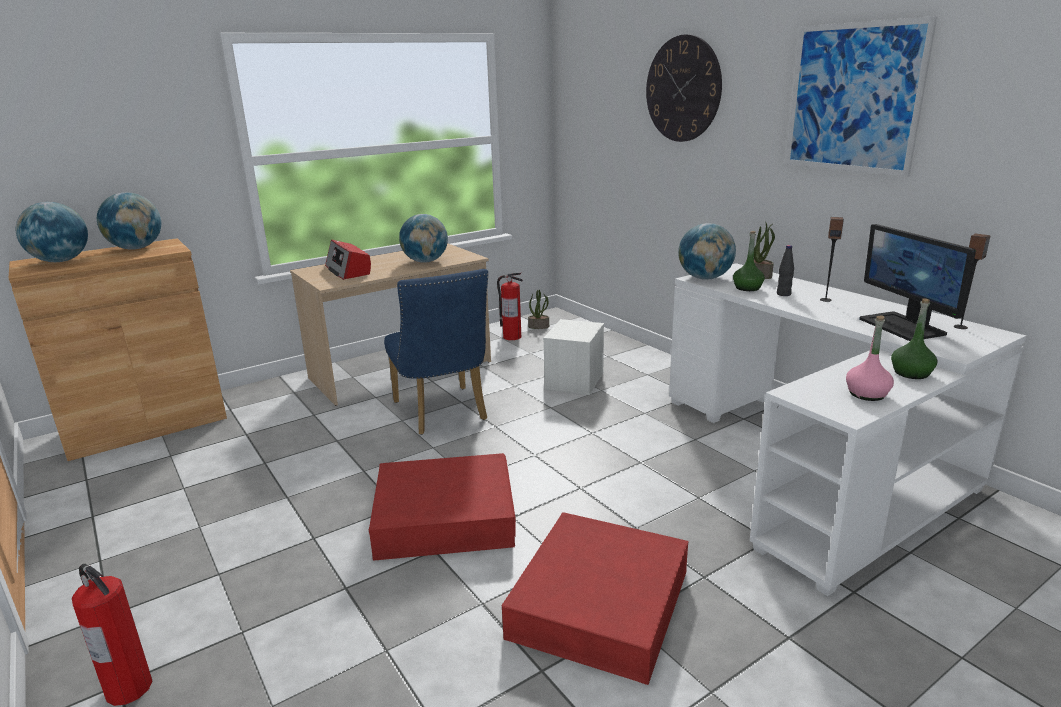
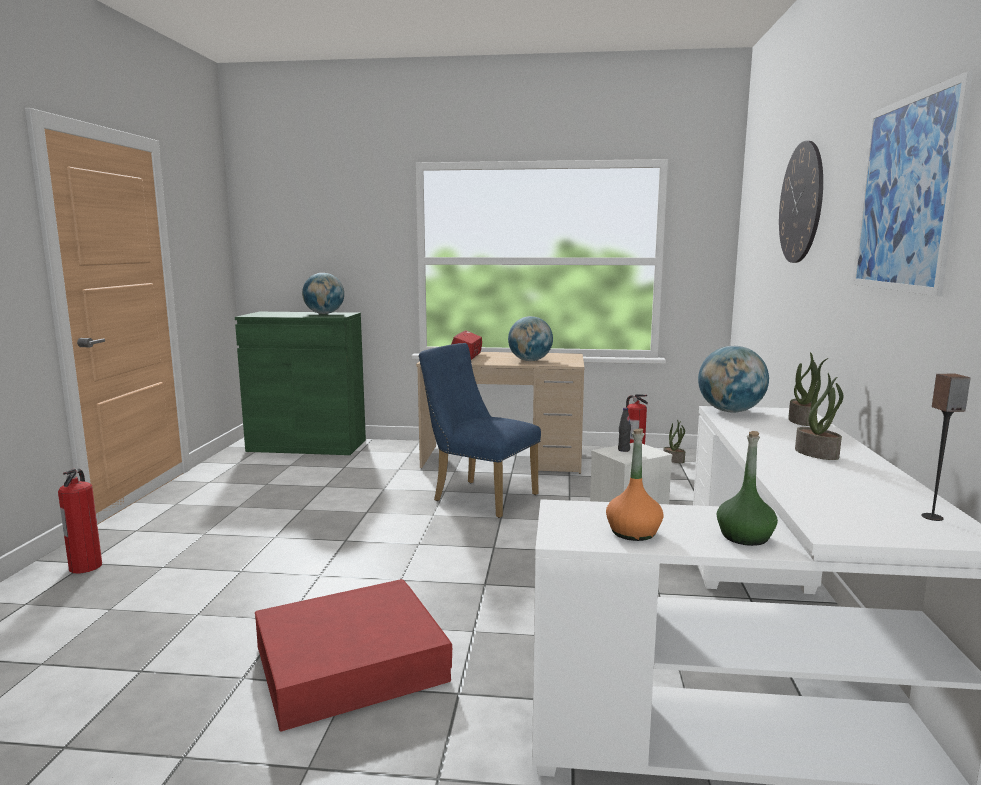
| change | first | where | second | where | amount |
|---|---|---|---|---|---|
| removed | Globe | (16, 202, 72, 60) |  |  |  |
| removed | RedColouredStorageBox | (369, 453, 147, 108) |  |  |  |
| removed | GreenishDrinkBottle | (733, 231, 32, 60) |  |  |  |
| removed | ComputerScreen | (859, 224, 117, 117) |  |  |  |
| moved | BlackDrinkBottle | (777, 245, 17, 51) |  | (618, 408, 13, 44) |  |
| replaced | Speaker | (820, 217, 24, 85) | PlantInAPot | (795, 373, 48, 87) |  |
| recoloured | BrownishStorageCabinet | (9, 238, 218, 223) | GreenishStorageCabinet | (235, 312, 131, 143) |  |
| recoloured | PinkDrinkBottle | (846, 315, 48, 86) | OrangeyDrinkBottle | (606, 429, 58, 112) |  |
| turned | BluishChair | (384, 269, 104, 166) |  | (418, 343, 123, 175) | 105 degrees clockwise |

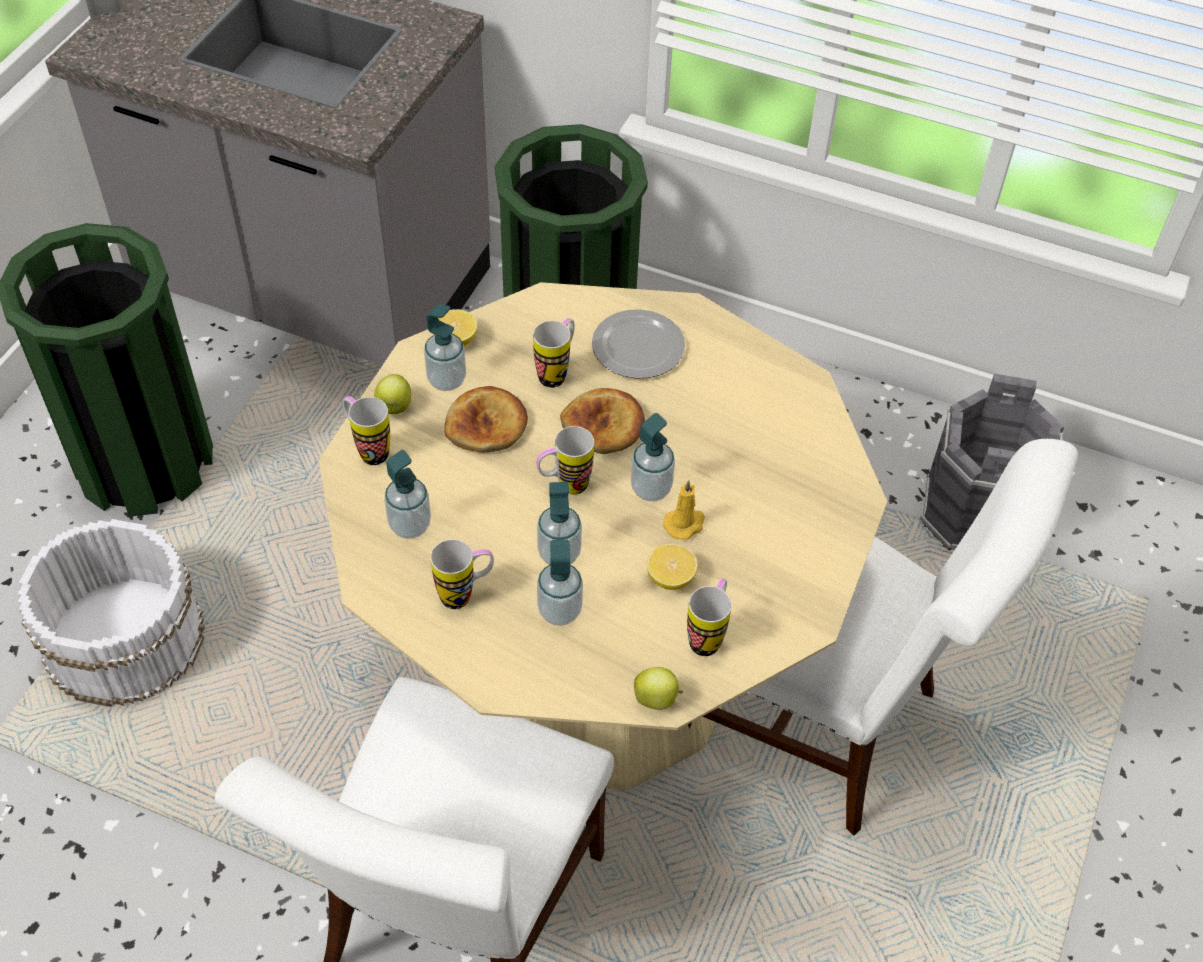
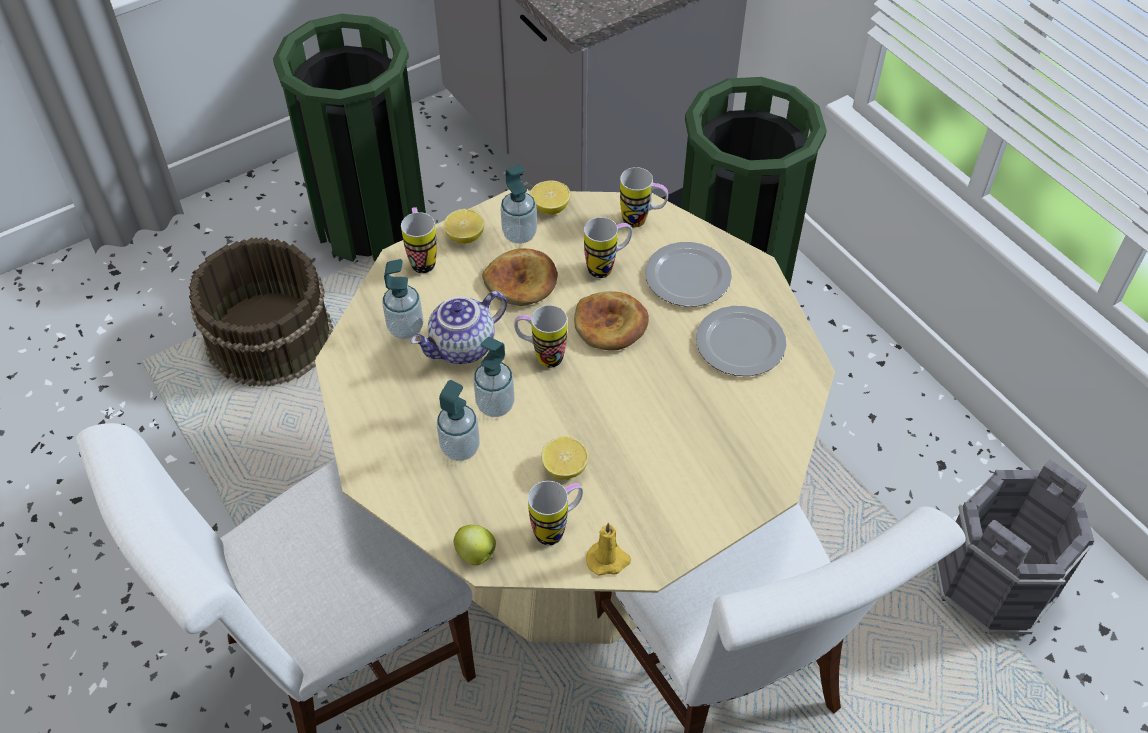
| change | first | where | second | where | amount |
|---|---|---|---|---|---|
| removed | SoapBottle | (631, 413, 44, 88) |  |  |  |
| added |  |  | PotForTea | (410, 291, 97, 73) |  |
| added |  |  | Plate | (696, 306, 91, 70) |  |
| moved | CoffeeMug | (430, 539, 64, 70) |  | (620, 167, 48, 61) |  |
| moved | YellowColouredWaxLight | (663, 480, 42, 60) |  | (586, 523, 45, 52) |  |
| replaced | Apple | (374, 374, 37, 40) | WholeLemon | (443, 209, 41, 35) |  |
| recoloured | WhitishPail | (18, 519, 187, 188) | BrownishPail | (189, 237, 144, 150) |  |

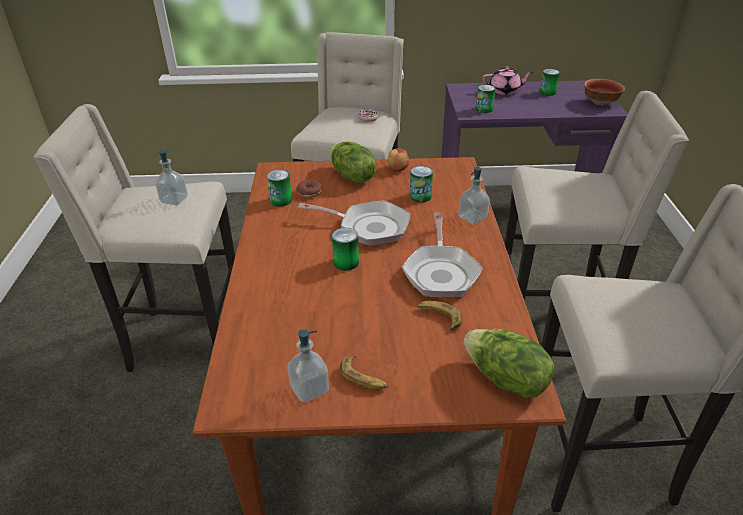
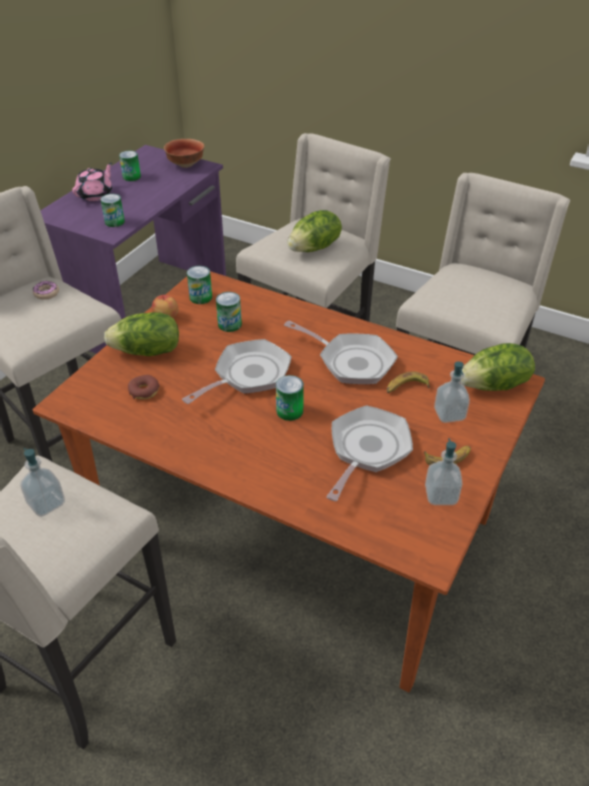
| change | first | where | second | where | amount |
|---|---|---|---|---|---|
| added |  |  | Lettuce | (288, 210, 54, 42) |  |
| added |  |  | Pan | (326, 405, 87, 96) |  |
| moved | Can | (267, 169, 25, 38) |  | (187, 266, 25, 38) |  |
| moved | SoapBottle | (458, 167, 32, 57) |  | (434, 361, 36, 62) |  |

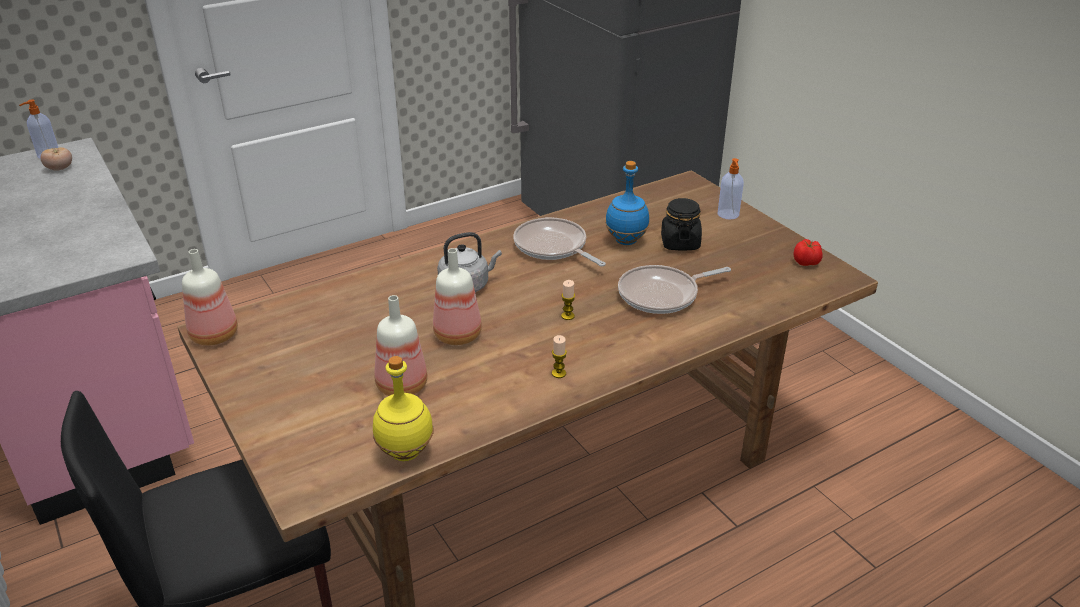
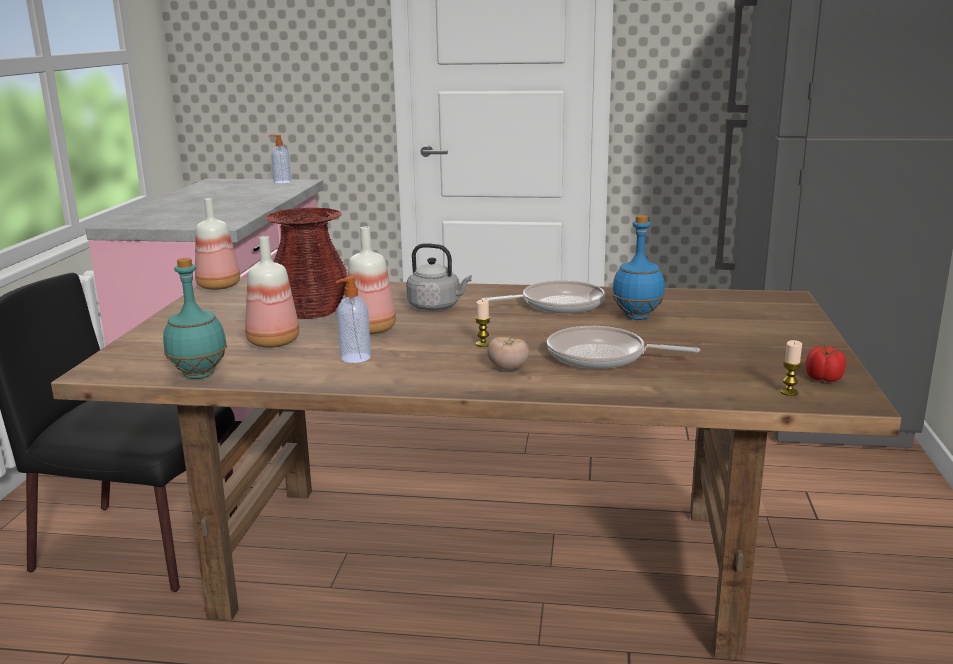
| change | first | where | second | where | amount |
|---|---|---|---|---|---|
| removed | BlackPreserveJar | (661, 198, 41, 52) |  |  |  |
| added |  |  | RedColouredVase | (265, 208, 82, 111) |  |
| moved | Tomato | (40, 147, 32, 23) |  | (487, 337, 42, 33) |  |
| moved | WaxLight | (552, 335, 15, 43) |  | (780, 340, 22, 56) |  |
| moved | SoapBottle | (717, 158, 27, 61) |  | (336, 276, 35, 87) |  |
| recoloured | YellowColouredDrinkBottle | (373, 356, 60, 105) | BlueGreenDrinkBottle | (163, 258, 64, 121) |  |
| turned | Pan | (513, 217, 93, 49) |  | (481, 280, 124, 33) | 75 degrees clockwise |

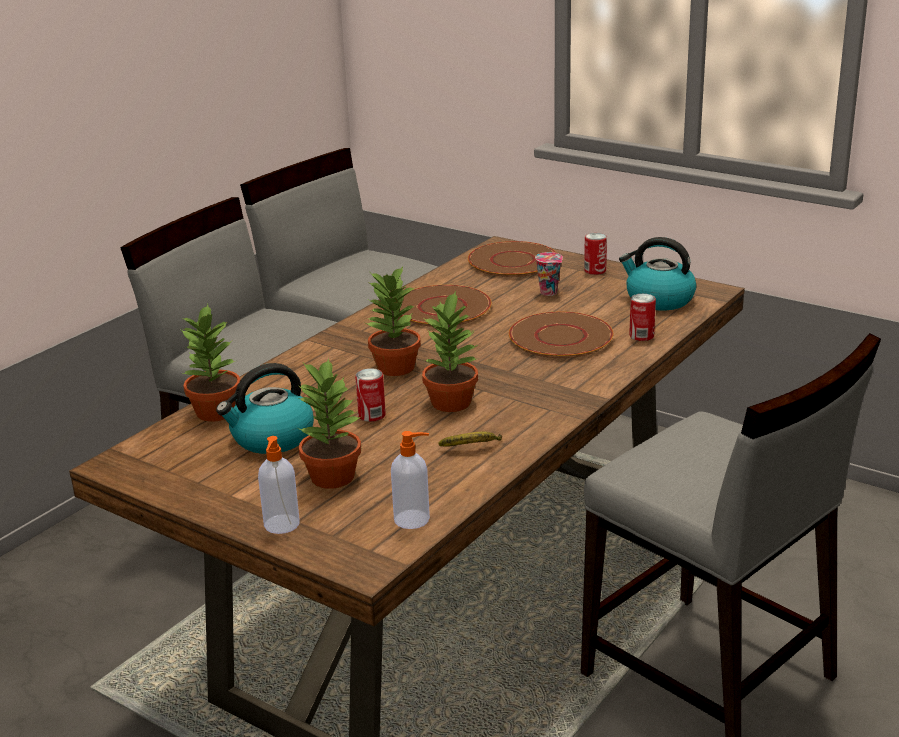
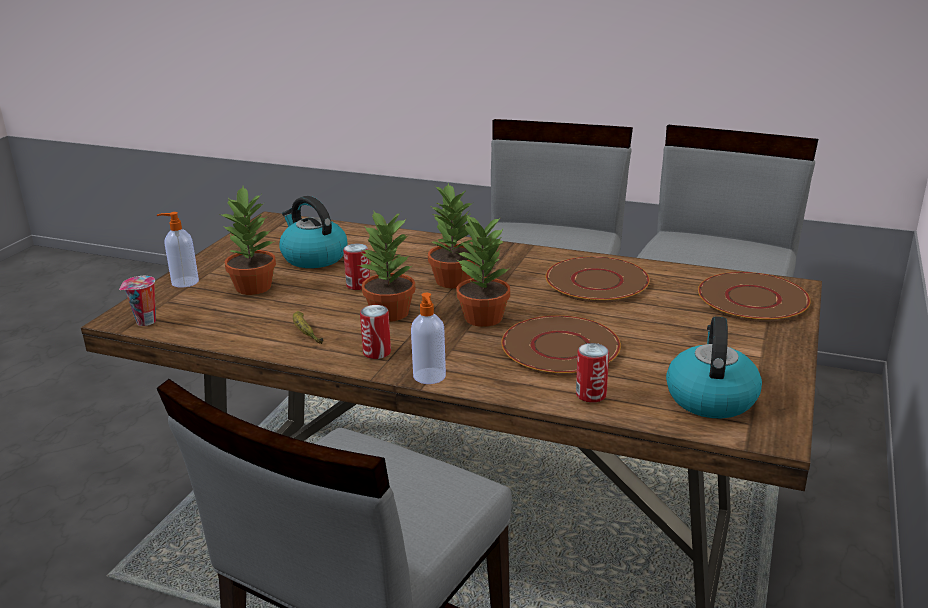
| change | first | where | second | where | amount |
|---|---|---|---|---|---|
| moved | PlantInAPot | (181, 304, 59, 118) |  | (457, 215, 53, 112) |  |
| moved | SoapBottle | (391, 431, 39, 98) |  | (411, 293, 35, 91) |  |
| moved | SmallCup | (535, 252, 28, 44) |  | (119, 276, 37, 50) |  |
| moved | Can | (584, 233, 23, 42) |  | (360, 305, 31, 54) |  |

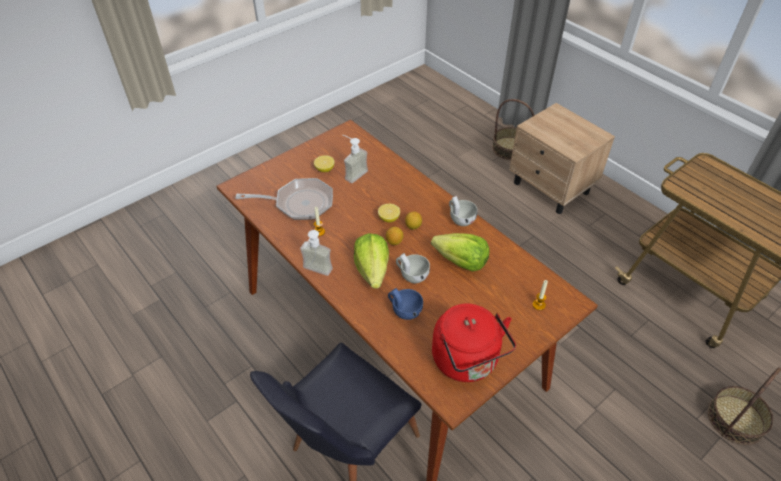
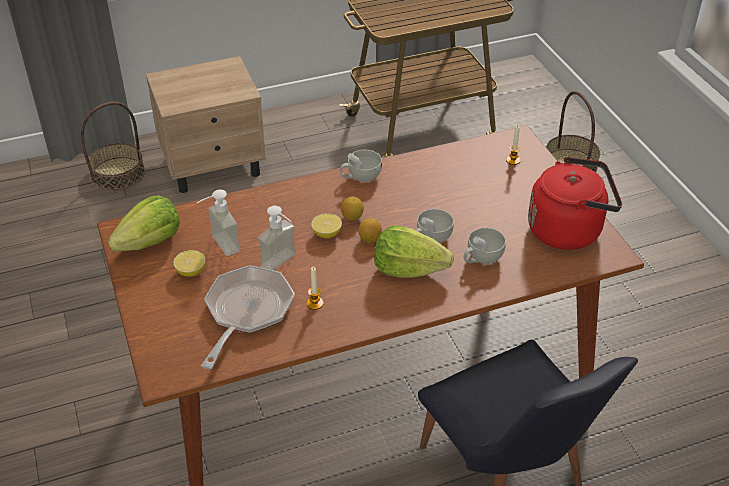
| change | first | where | second | where | amount |
|---|---|---|---|---|---|
| moved | SoapBottle | (300, 230, 33, 46) |  | (258, 206, 38, 64) |  |
| moved | Lettuce | (431, 233, 59, 39) |  | (108, 195, 72, 57) |  |
| recoloured | BluishSmallCup | (388, 288, 35, 32) | WhitishSmallCup | (464, 228, 42, 36) |  |

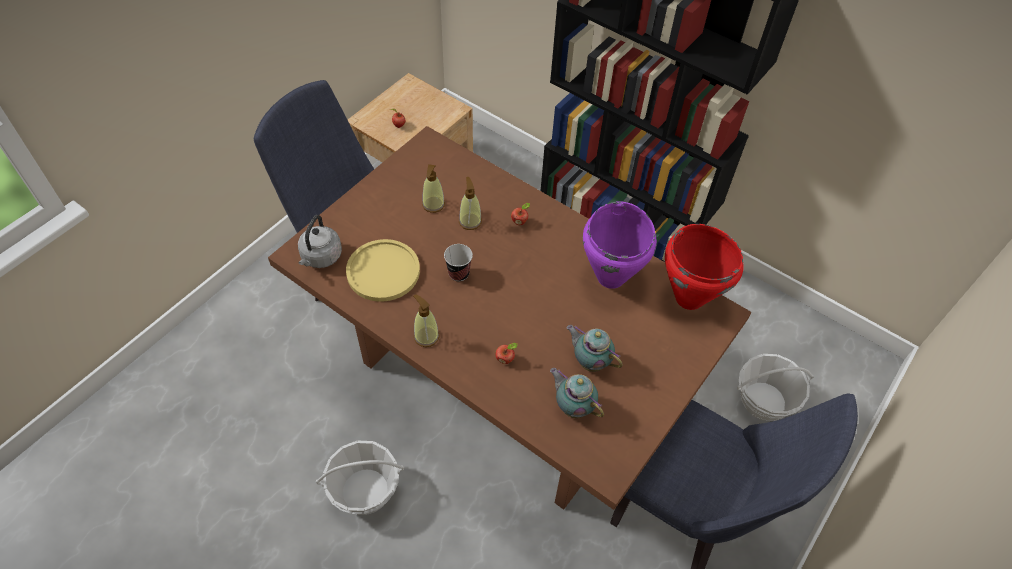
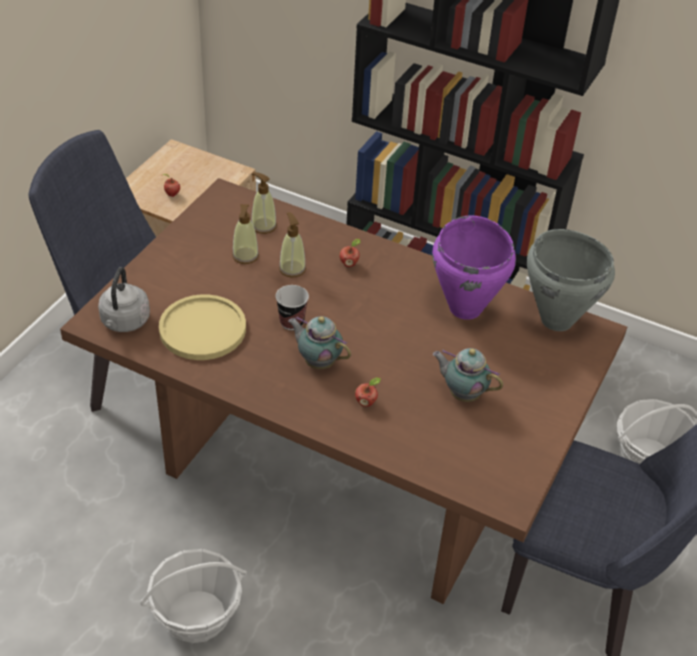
| change | first | where | second | where | amount |
|---|---|---|---|---|---|
| moved | SoapBottle | (413, 294, 27, 53) |  | (252, 172, 25, 62) |  |
| moved | PotForTea | (550, 368, 54, 50) |  | (288, 316, 63, 53) |  |
| recoloured | RedColouredSaucepot | (665, 224, 79, 86) | GreyishSaucepot | (527, 229, 88, 102) |  |

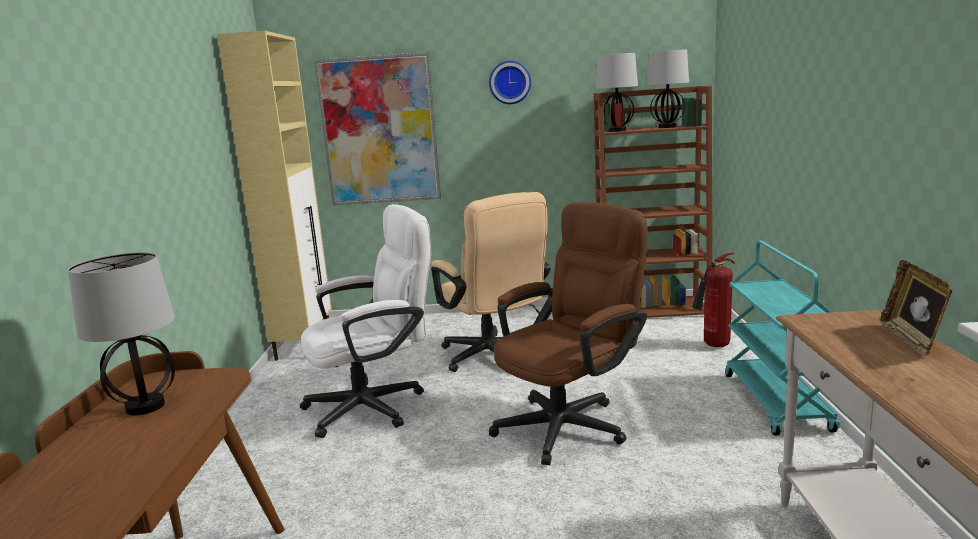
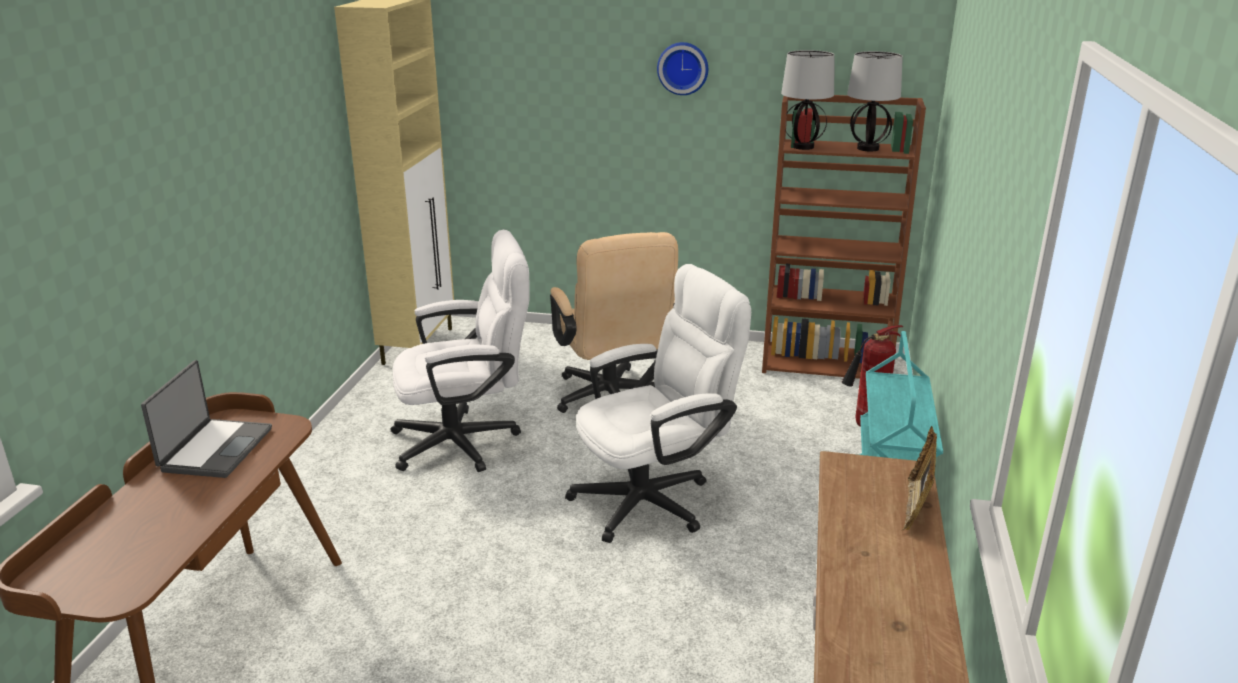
| change | first | where | second | where | amount |
|---|---|---|---|---|---|
| removed | WallPicture | (314, 52, 127, 154) |  |  |  |
| replaced | TabletopLamp | (68, 252, 107, 163) | Laptop | (141, 360, 131, 118) |  |
| recoloured | BrownishComputerChair | (489, 202, 159, 263) | WhitishComputerChair | (565, 264, 186, 279) |  |

